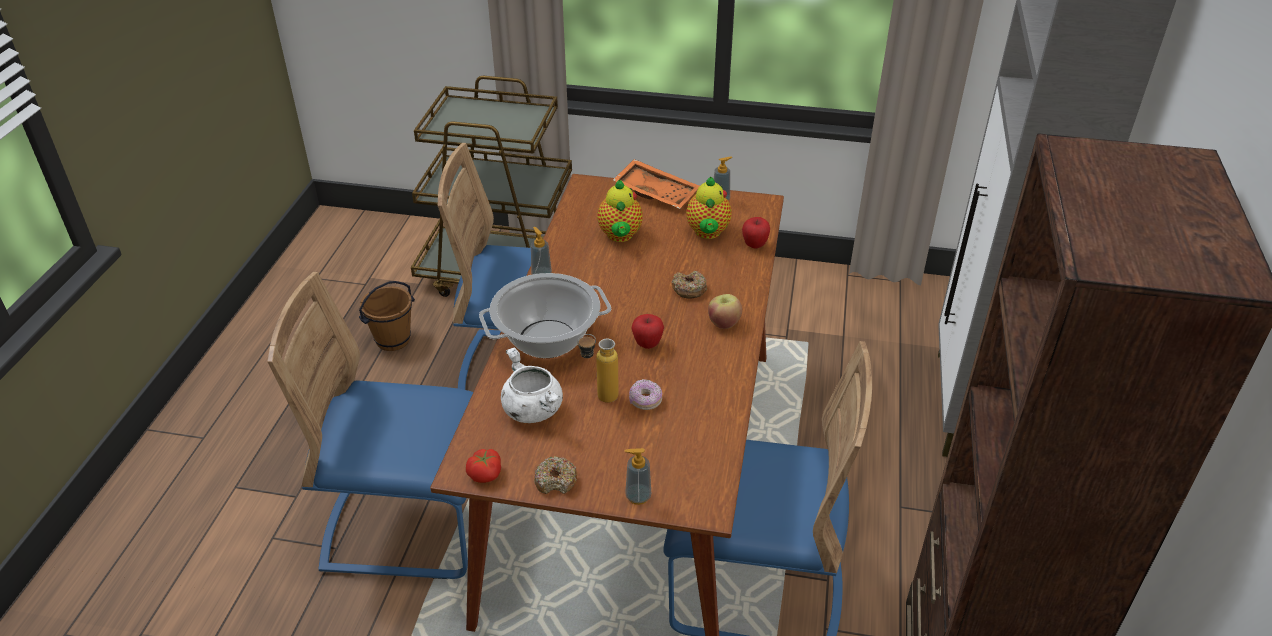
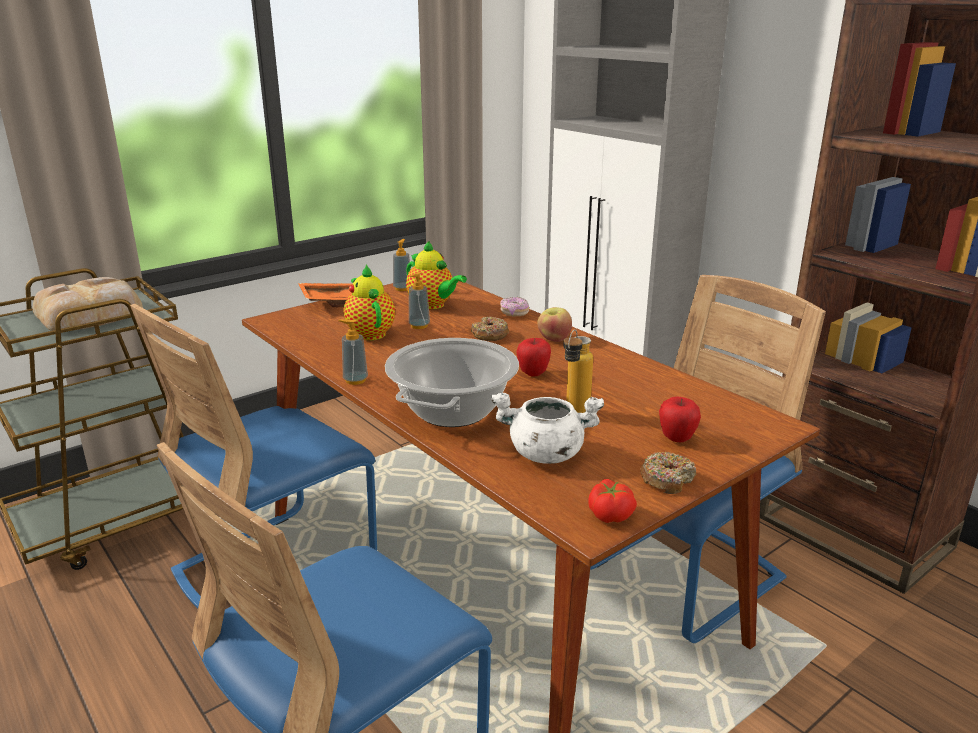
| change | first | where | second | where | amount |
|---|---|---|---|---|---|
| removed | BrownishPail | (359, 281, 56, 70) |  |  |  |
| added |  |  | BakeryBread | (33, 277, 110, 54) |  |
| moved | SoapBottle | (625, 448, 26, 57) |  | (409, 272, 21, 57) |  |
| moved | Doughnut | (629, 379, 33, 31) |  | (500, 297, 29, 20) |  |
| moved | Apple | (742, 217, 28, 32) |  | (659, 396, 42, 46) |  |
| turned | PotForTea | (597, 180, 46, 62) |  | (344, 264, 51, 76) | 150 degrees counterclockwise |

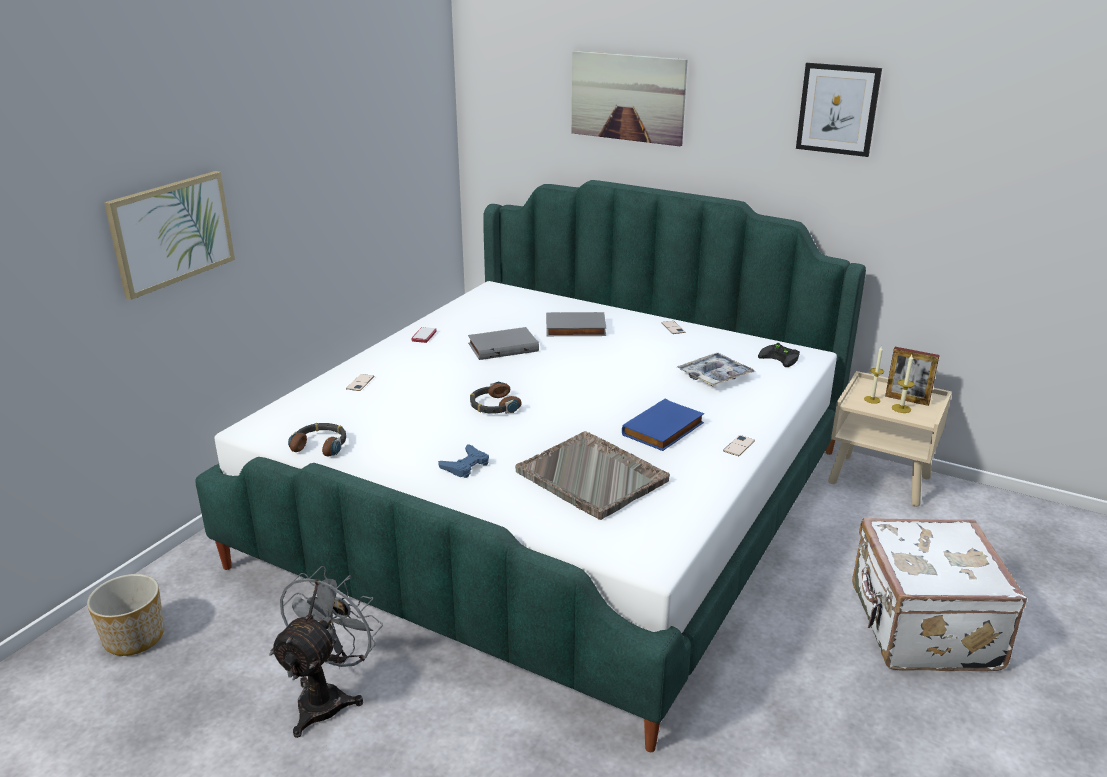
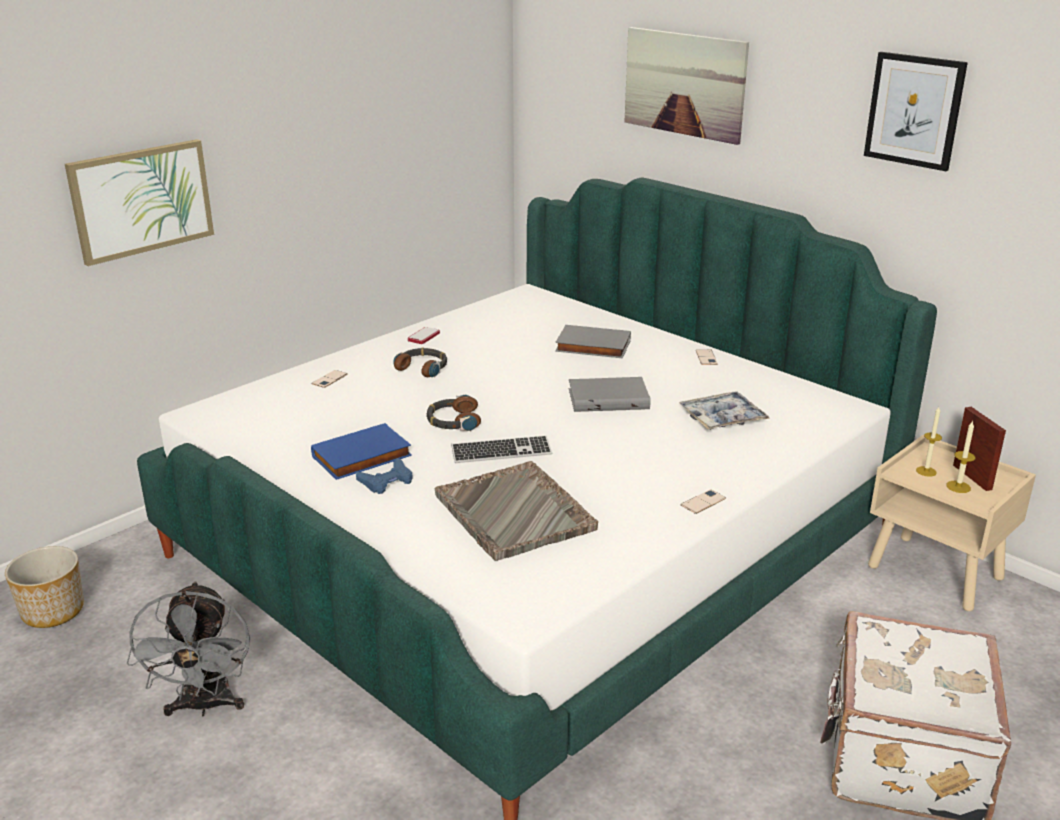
| change | first | where | second | where | amount |
|---|---|---|---|---|---|
| removed | BlackGamepad | (758, 343, 42, 24) |  |  |  |
| added |  |  | Keyboard | (451, 435, 101, 28) |  |
| moved | Headset | (288, 423, 58, 33) |  | (393, 348, 54, 29) |  |
| moved | GreyishBook | (468, 327, 71, 33) |  | (569, 377, 82, 35) |  |
| moved | BluishBook | (622, 399, 82, 52) |  | (311, 423, 101, 57) |  |
| turned | GreyishFan | (269, 566, 114, 172) |  | (127, 581, 123, 135) | 135 degrees clockwise |
| turned | StandingFrame | (885, 347, 55, 59) |  | (953, 407, 53, 84) | 150 degrees counterclockwise |

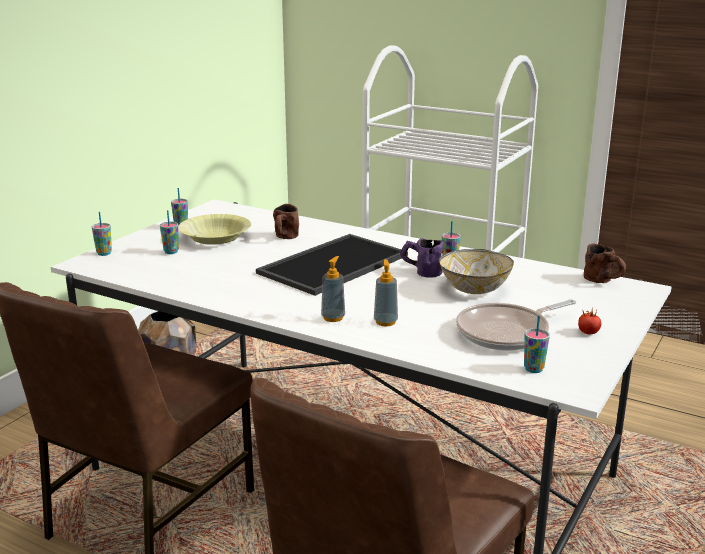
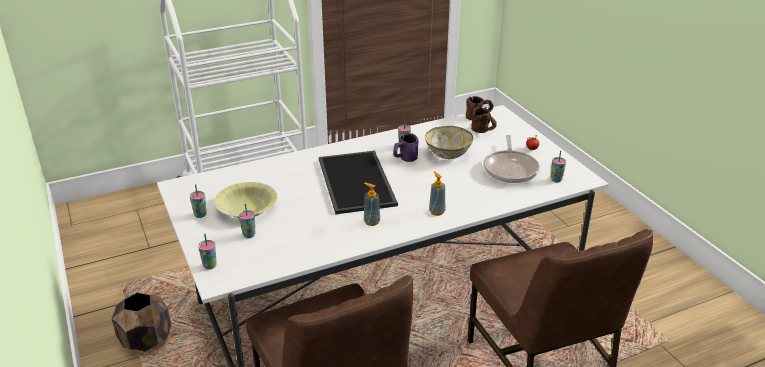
| change | first | where | second | where | amount |
|---|---|---|---|---|---|
| moved | BrownishCoffeeMug | (273, 204, 26, 35) |  | (471, 107, 26, 26) |  |
| moved | SoapBottle | (374, 259, 24, 67) |  | (364, 182, 16, 44) |  |

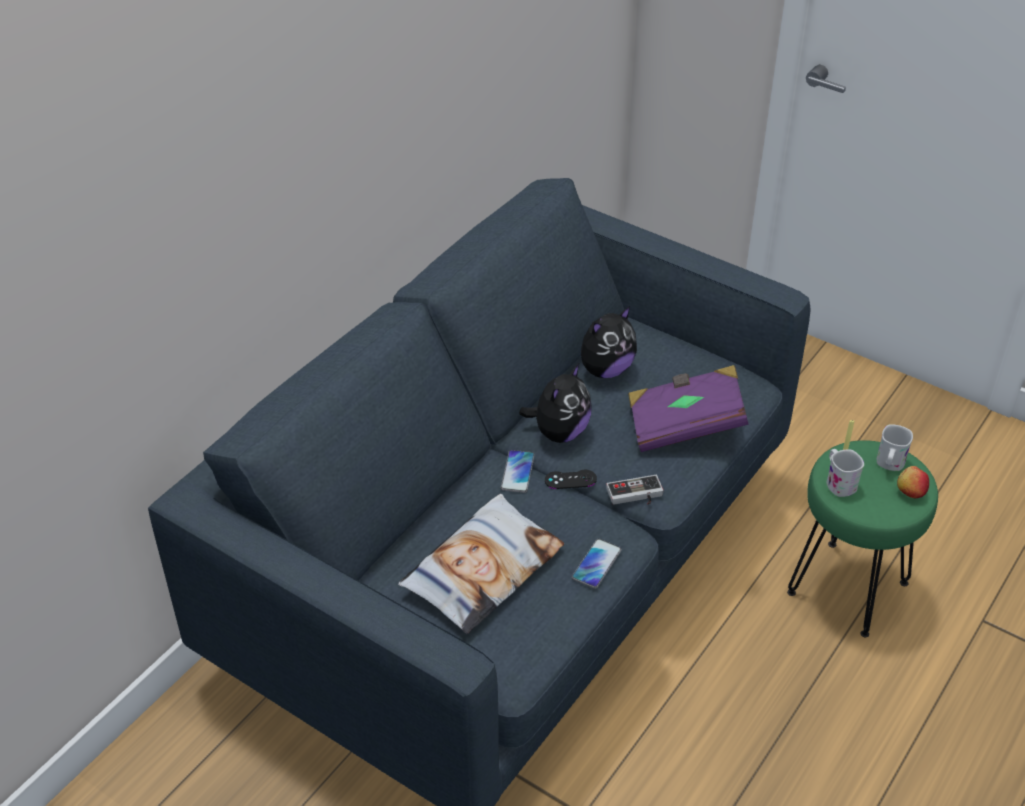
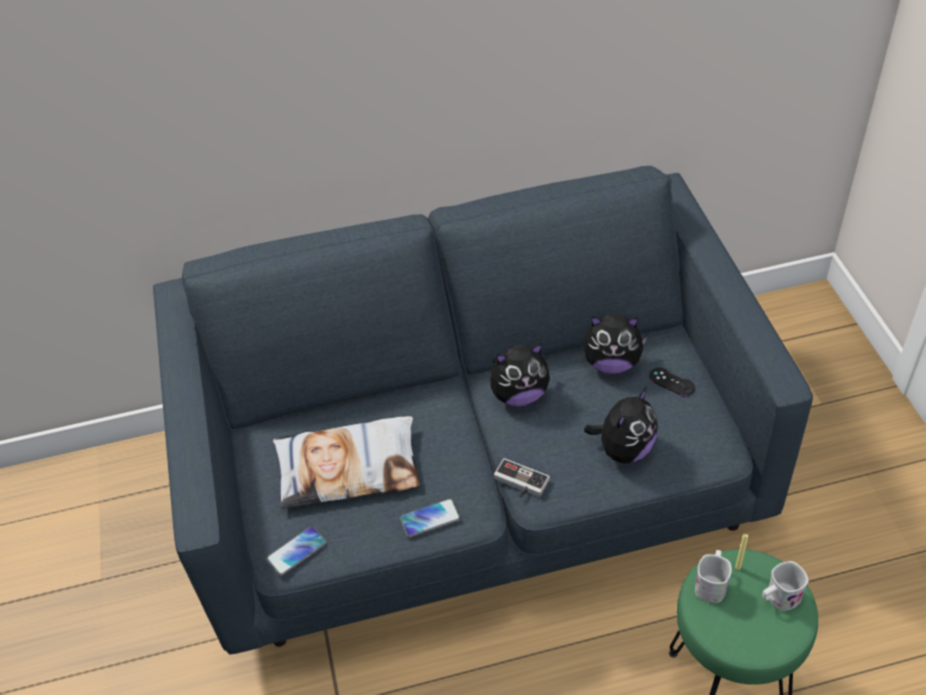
| change | first | where | second | where | amount |
|---|---|---|---|---|---|
| removed | Apple | (897, 466, 32, 32) |  |  |  |
| moved | Phone | (501, 450, 34, 43) |  | (266, 526, 61, 50) |  |
| moved | BlackGamepad | (545, 470, 52, 19) |  | (649, 368, 46, 28) |  |
| replaced | PurpleColouredBook | (628, 365, 121, 87) | SoftToy | (584, 387, 74, 76) |  |

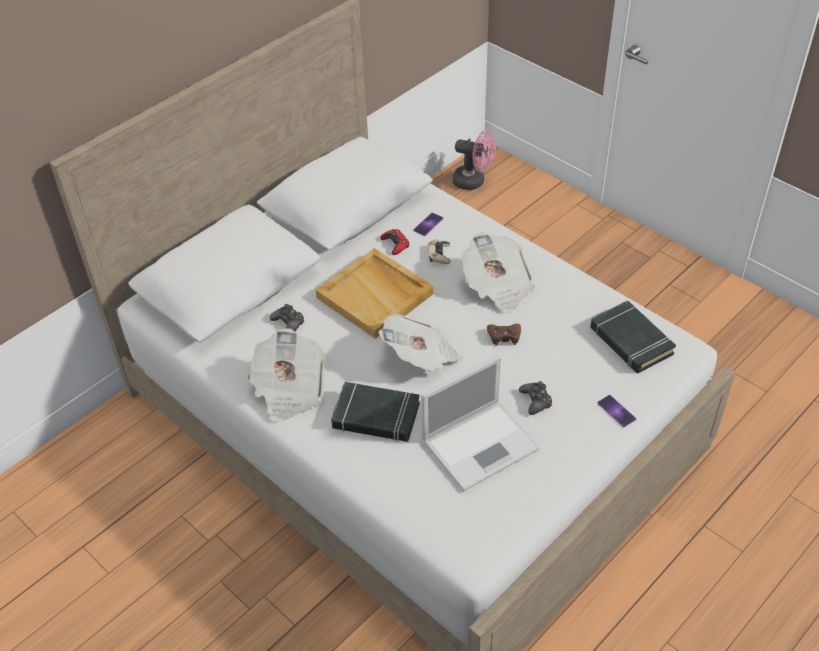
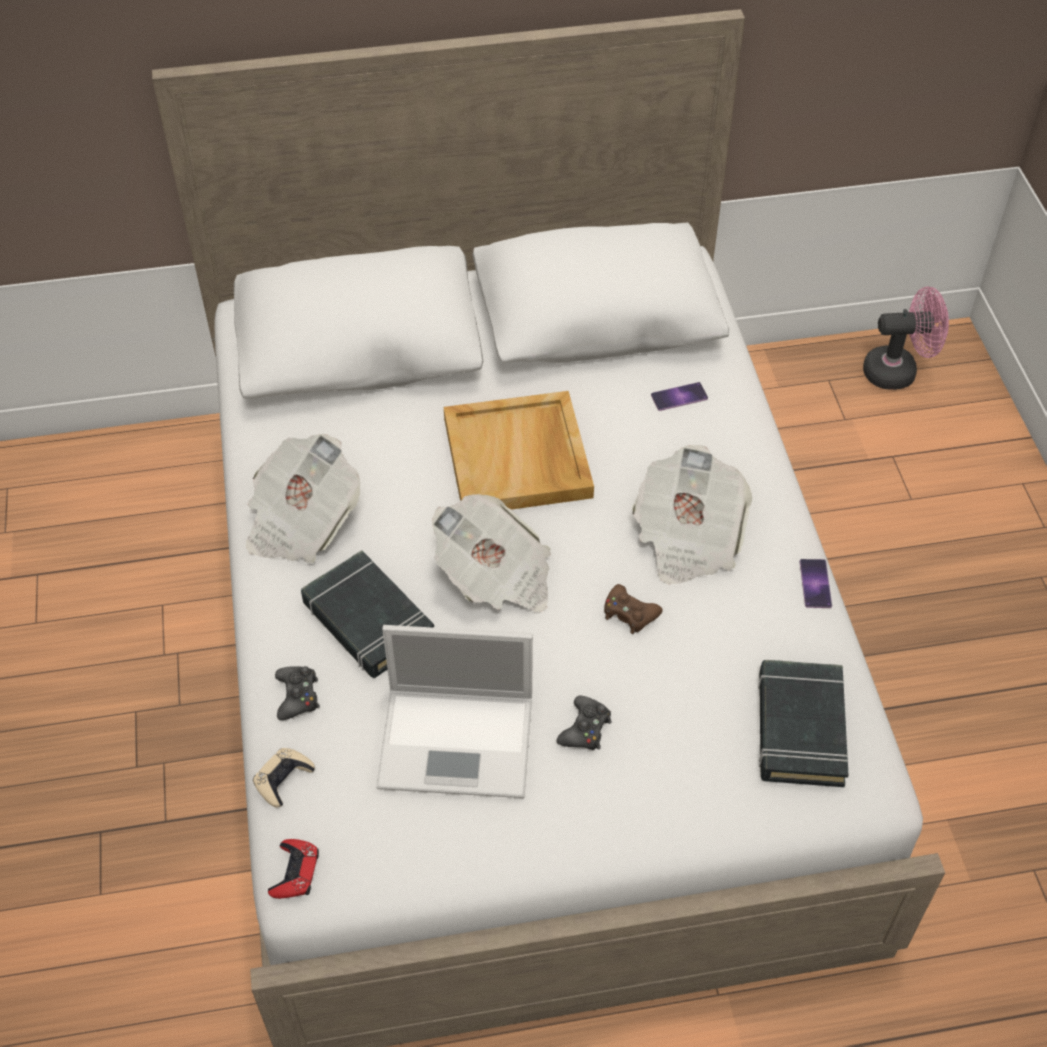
| change | first | where | second | where | amount |
|---|---|---|---|---|---|
| moved | BlackGamepad | (270, 304, 34, 28) |  | (275, 666, 45, 54) |  |
| moved | RedColouredGamepad | (380, 229, 29, 26) |  | (268, 839, 51, 60) |  |
| moved | BeigeColouredGamepad | (429, 240, 22, 24) |  | (253, 748, 62, 60) |  |
| moved | Phone | (597, 395, 39, 32) |  | (800, 559, 32, 49) |  |
| turned | PinkFan | (452, 129, 44, 61) |  | (863, 287, 86, 103) | 60 degrees counterclockwise |

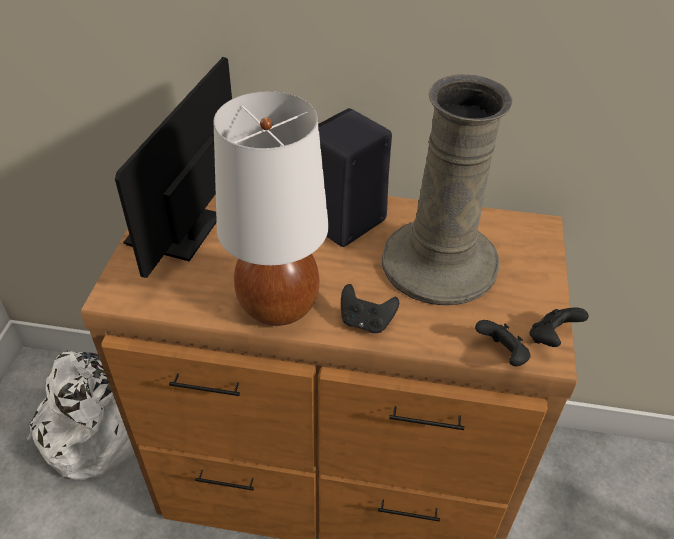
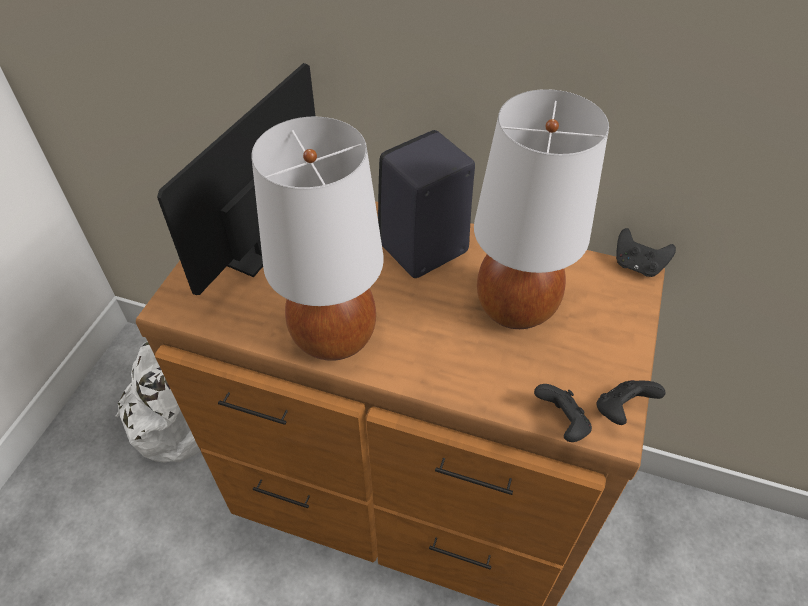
| change | first | where | second | where | amount |
|---|---|---|---|---|---|
| moved | BlackGamepad | (341, 284, 58, 49) |  | (616, 228, 60, 49) |  |
| replaced | BeigeColouredVase | (382, 74, 131, 231) | WhitishTabletopLamp | (474, 89, 135, 240) |  |

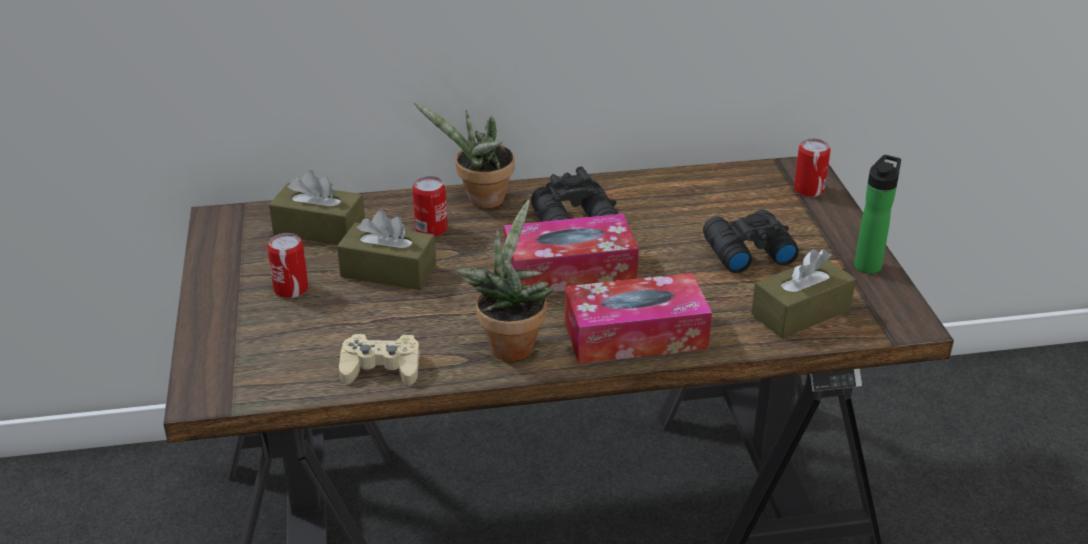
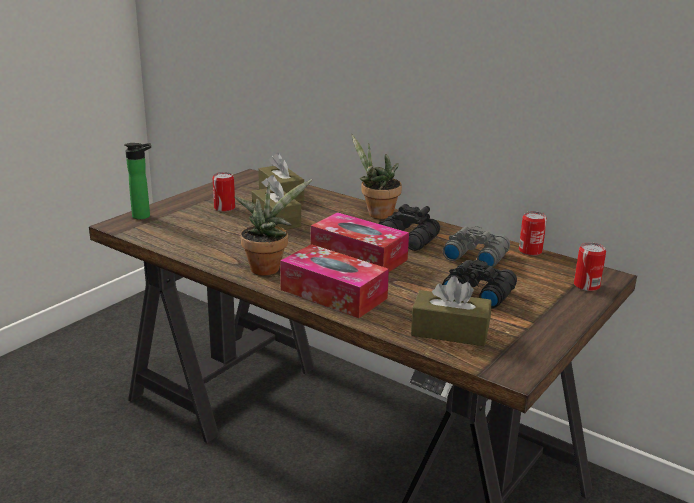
| change | first | where | second | where | amount |
|---|---|---|---|---|---|
| removed | BeigeColouredGamepad | (339, 334, 81, 51) |  |  |  |
| added |  |  | GreyishPairOfBinoculars | (443, 226, 67, 41) |  |
| moved | Can | (413, 176, 34, 61) |  | (519, 211, 28, 45) |  |
| moved | DrinkBottle | (854, 155, 47, 119) |  | (124, 143, 27, 76) |  |

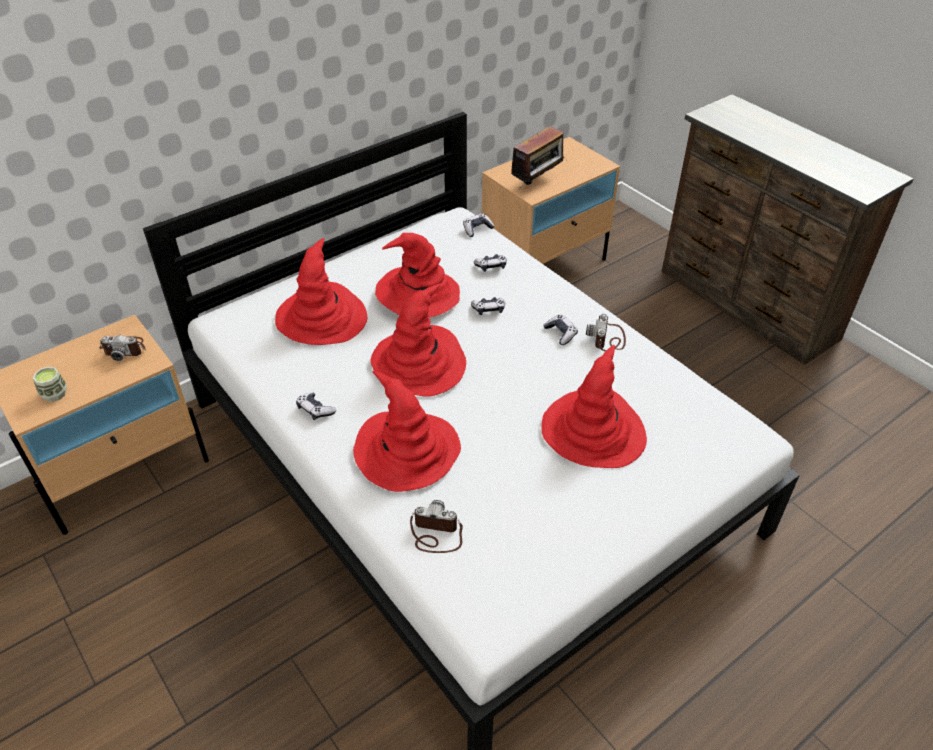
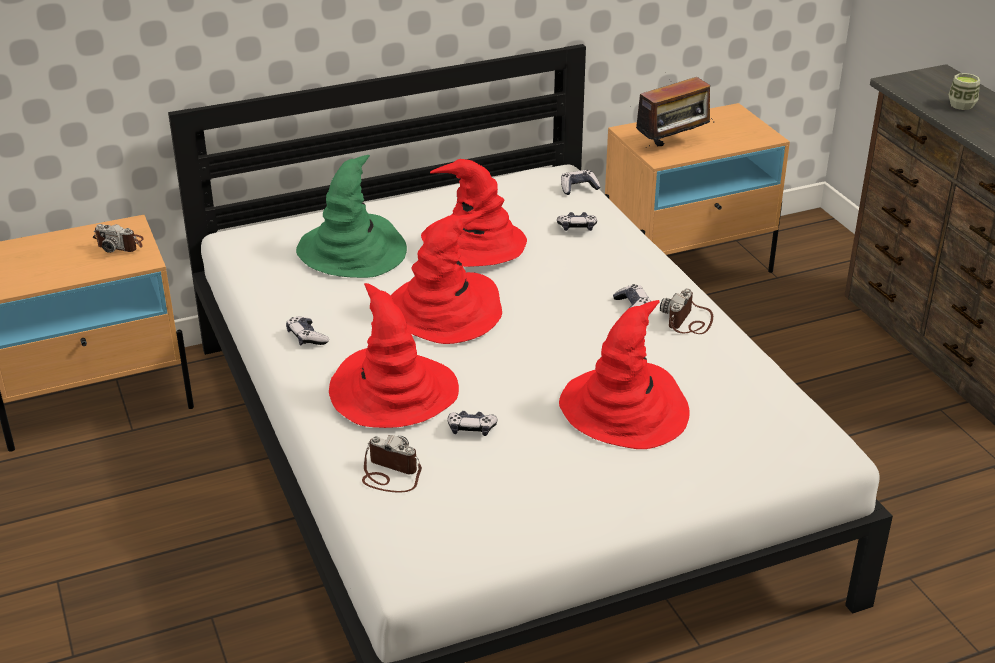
| change | first | where | second | where | amount |
|---|---|---|---|---|---|
| moved | SmallCup | (33, 367, 34, 35) |  | (948, 73, 32, 37) |  |
| moved | Gamepad | (471, 297, 34, 18) |  | (447, 411, 50, 25) |  |
| recoloured | RedColouredWearableHat | (275, 238, 93, 107) | GreenishWearableHat | (296, 155, 111, 123) |  |

